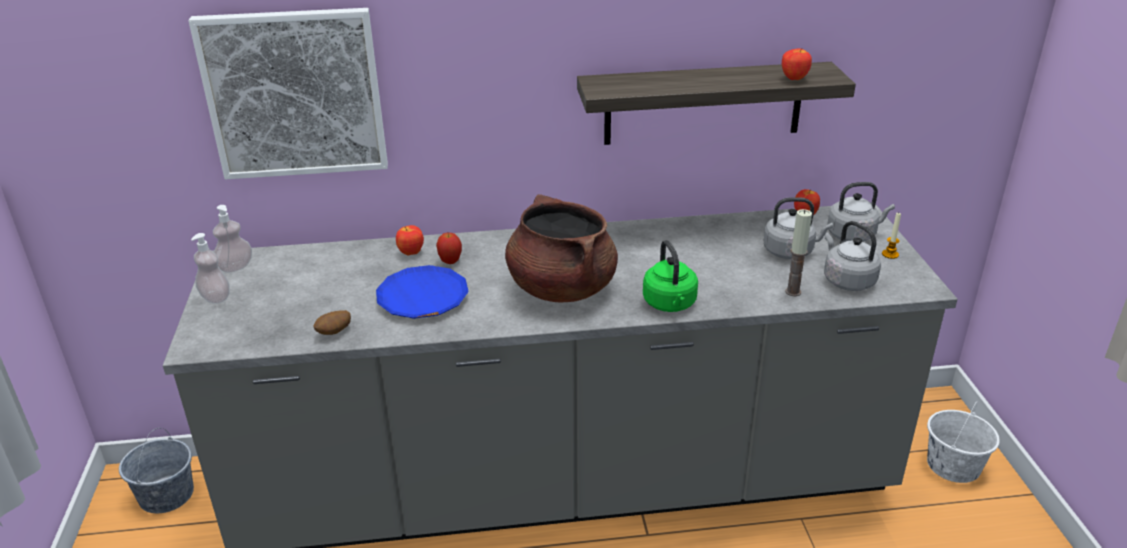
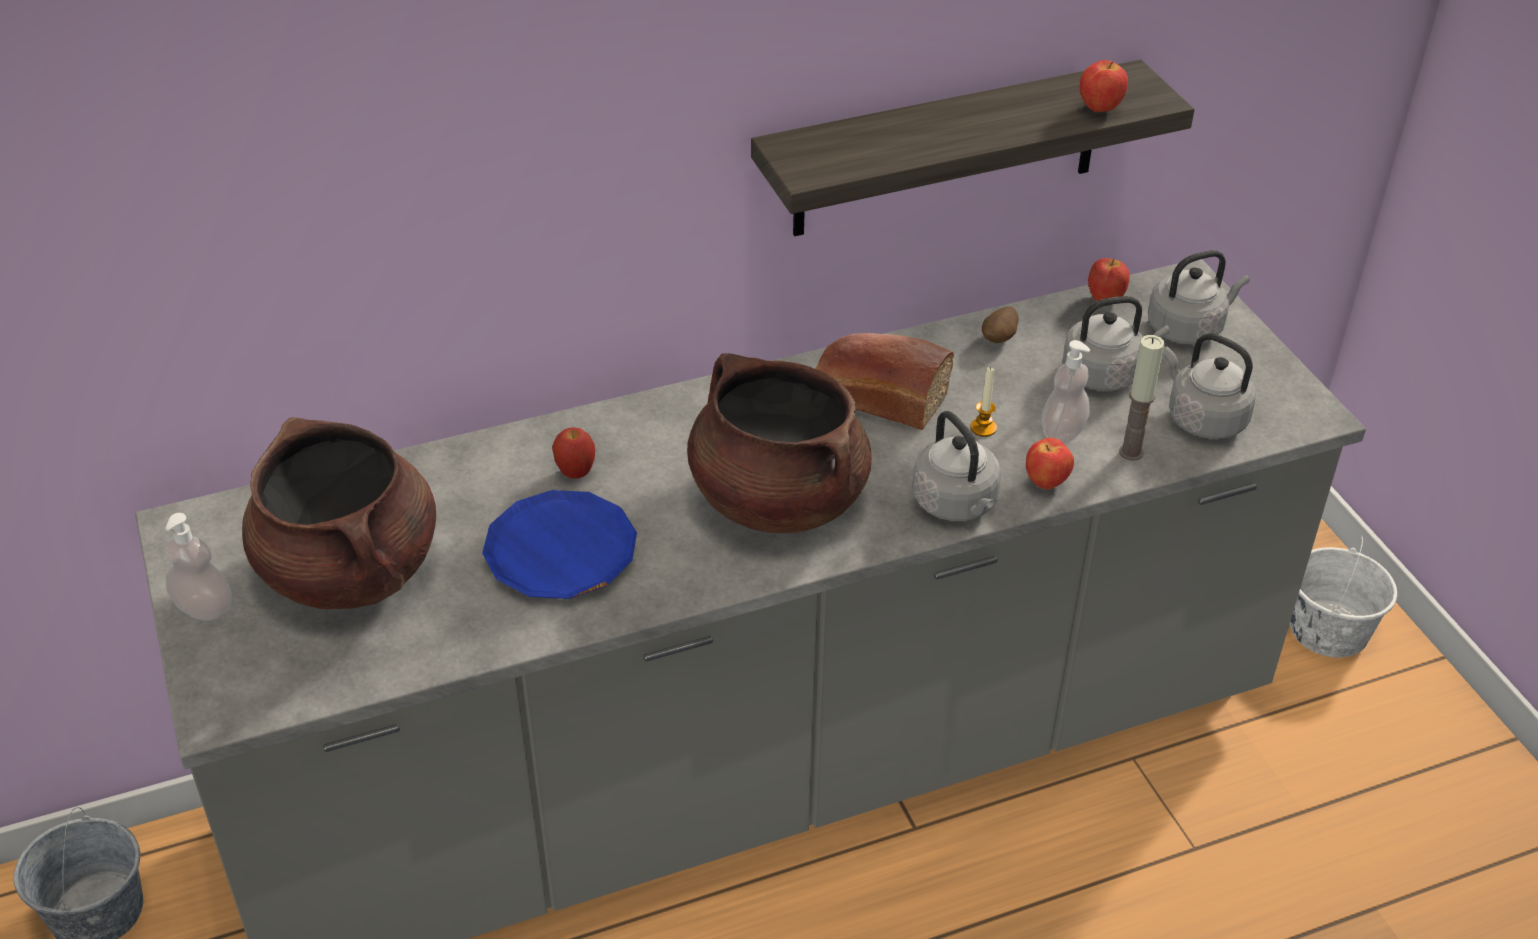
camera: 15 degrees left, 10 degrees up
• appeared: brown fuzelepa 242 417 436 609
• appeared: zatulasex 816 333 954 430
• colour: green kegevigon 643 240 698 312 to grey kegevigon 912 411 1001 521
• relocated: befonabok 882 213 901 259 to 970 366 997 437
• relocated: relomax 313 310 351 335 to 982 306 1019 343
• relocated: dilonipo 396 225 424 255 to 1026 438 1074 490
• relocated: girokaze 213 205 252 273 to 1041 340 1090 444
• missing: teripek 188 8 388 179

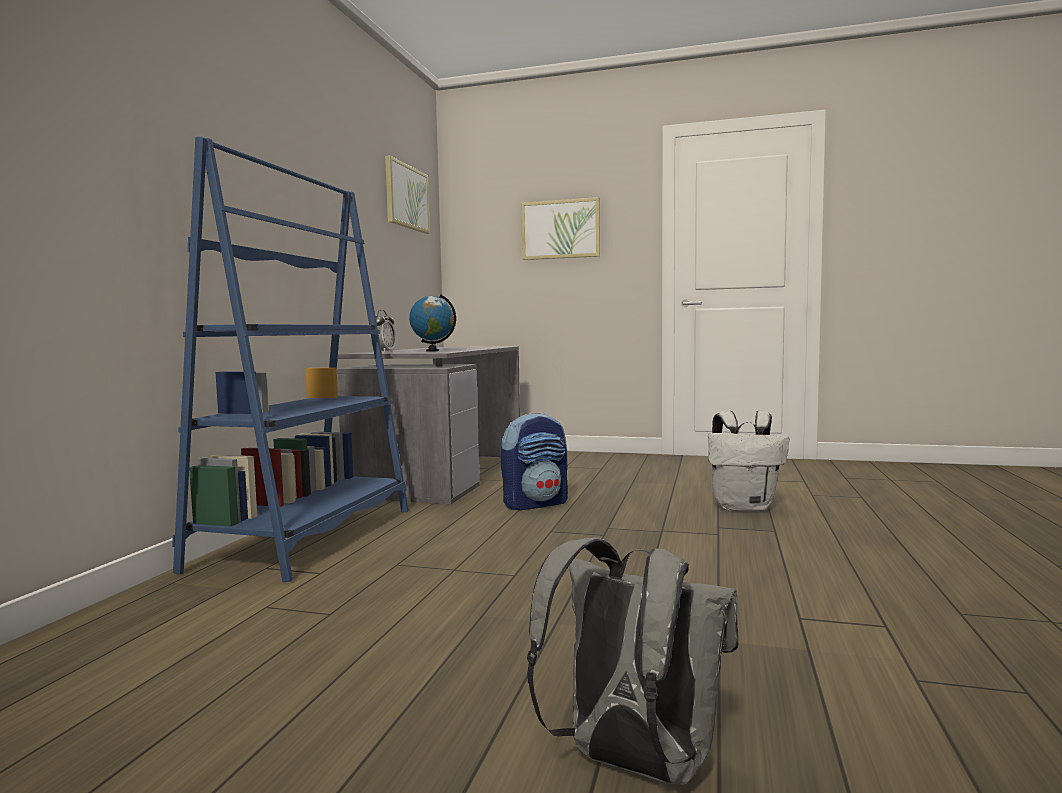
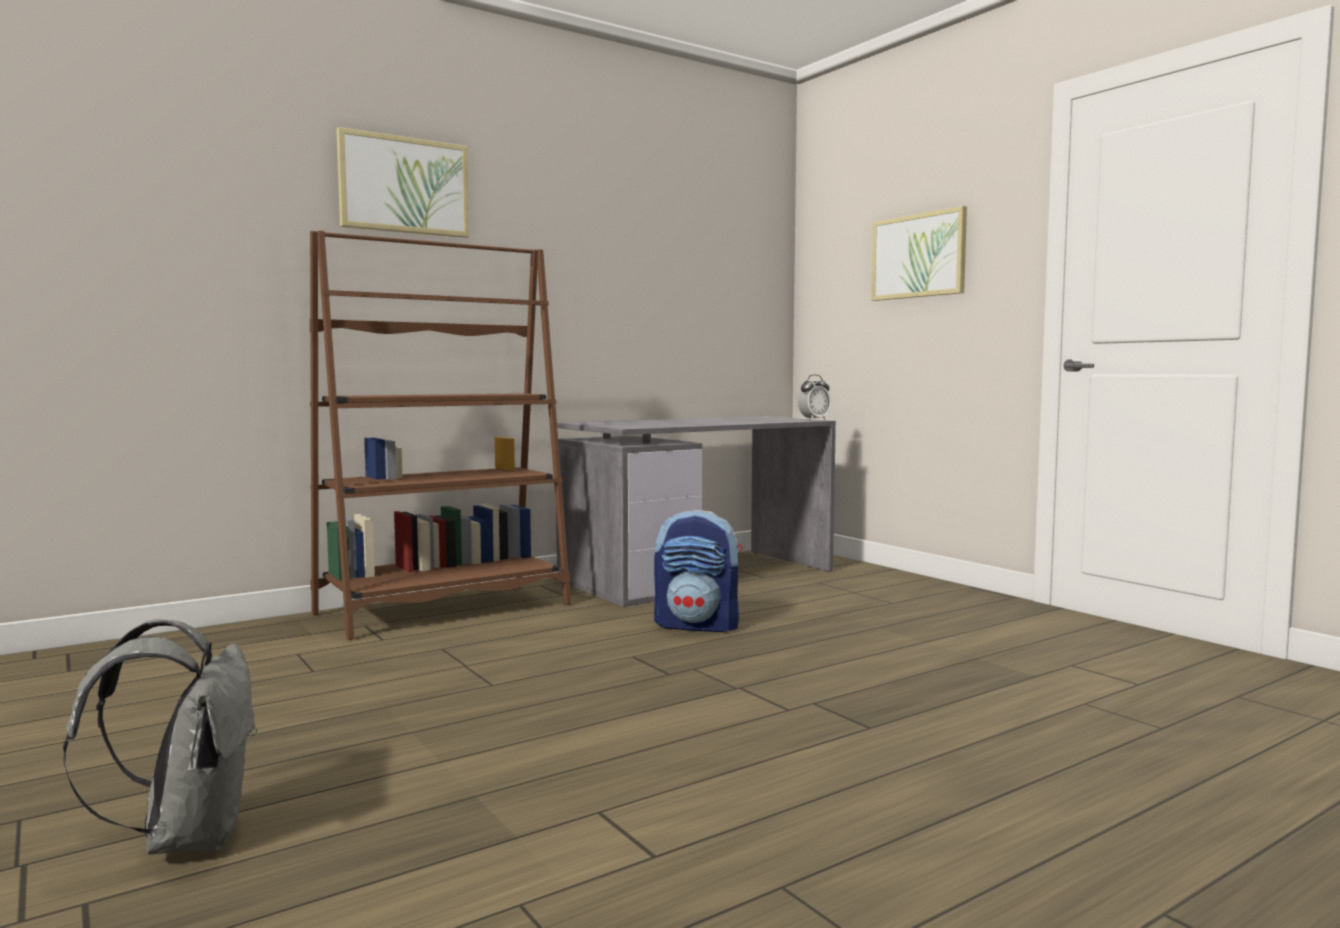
camera: 40 degrees right, 0 degrees up
• colour: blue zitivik 172 136 409 582 to brown zitivik 310 230 571 640
• relocated: teripek 385 155 430 234 to 336 127 469 238
• relocated: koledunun 369 310 396 353 to 798 374 831 421
• missing: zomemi 409 294 456 351
• missing: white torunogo 708 410 789 512

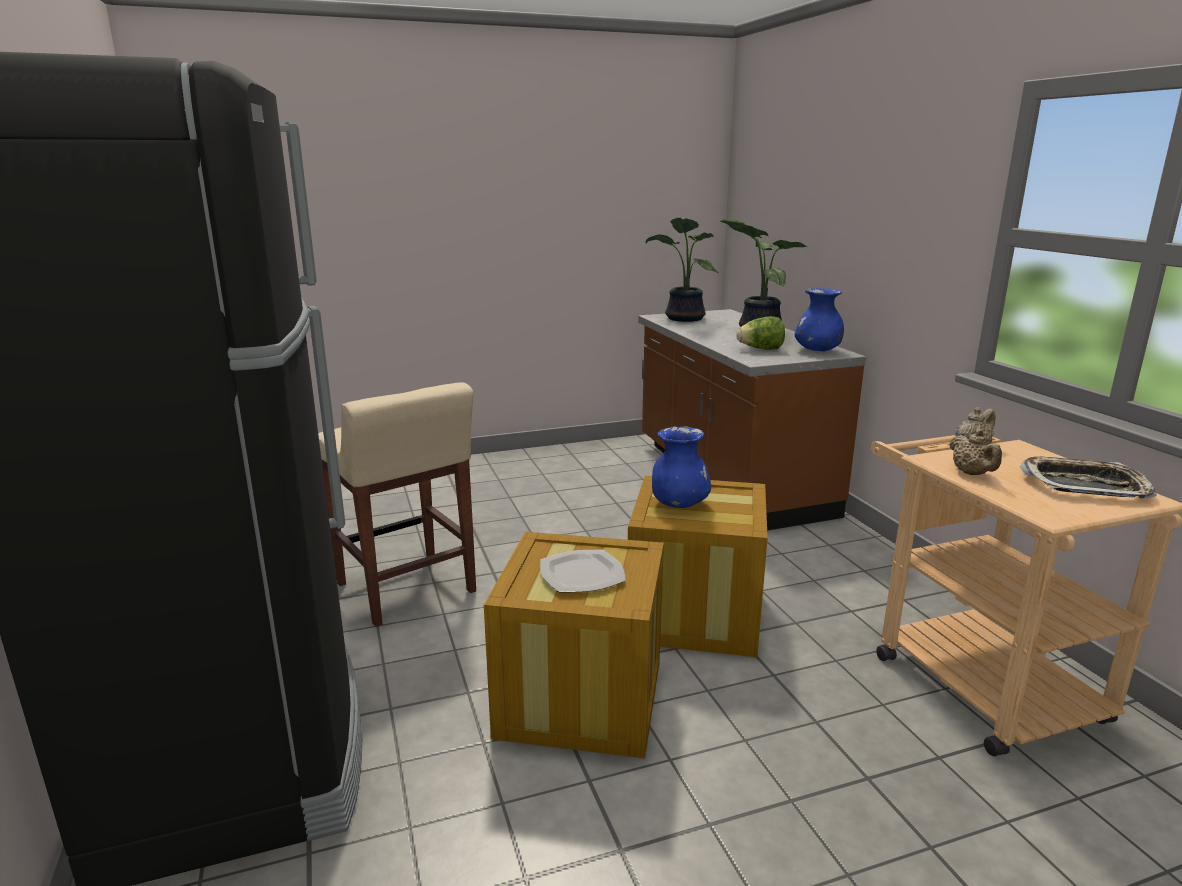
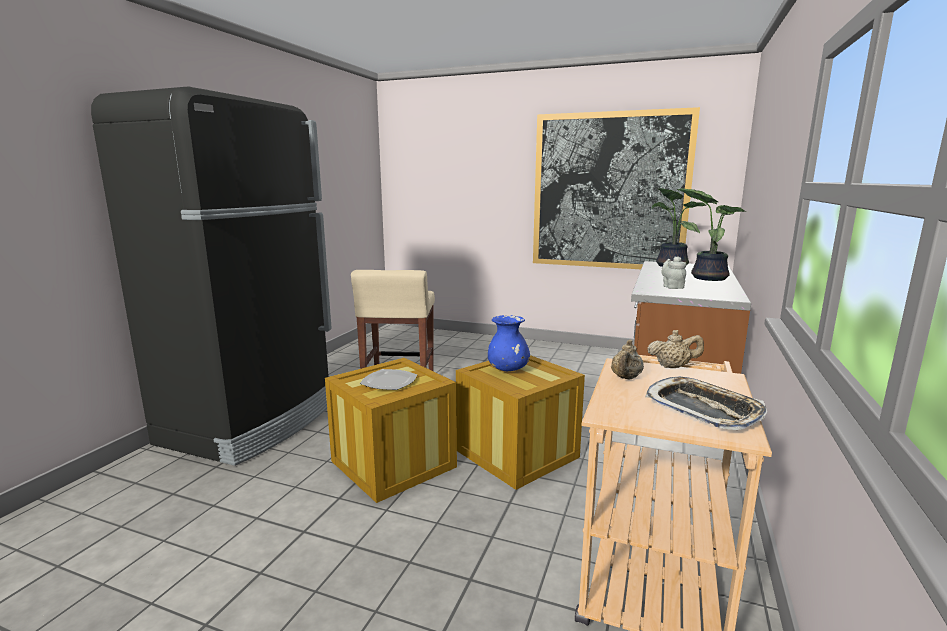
camera: 40 degrees right, 5 degrees down
• appeared: teripek 533 107 700 269
• exchanged: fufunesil 736 316 785 350 to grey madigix 661 256 686 289
• missing: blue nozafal 794 288 844 351

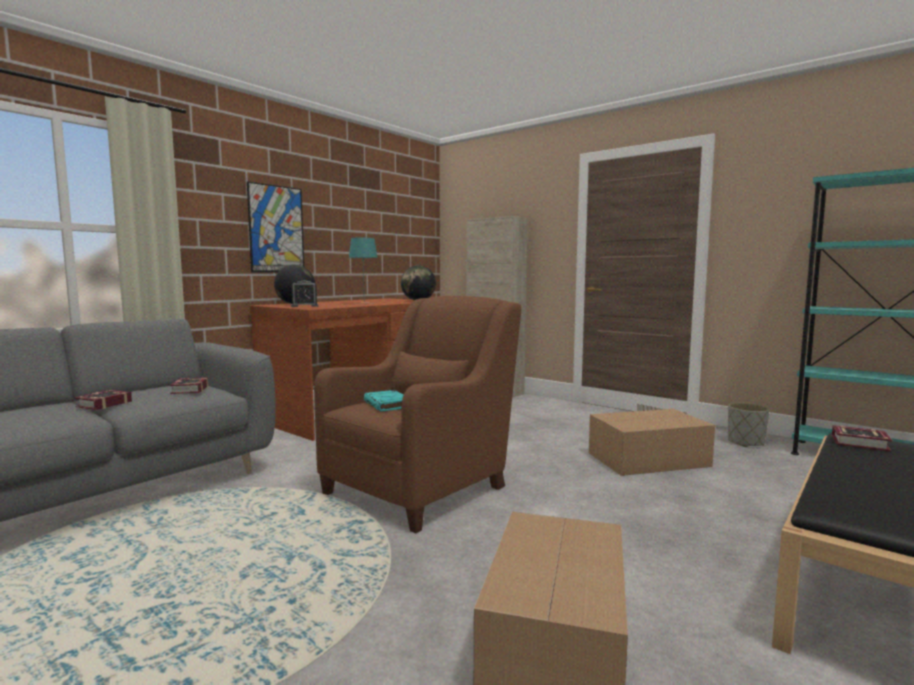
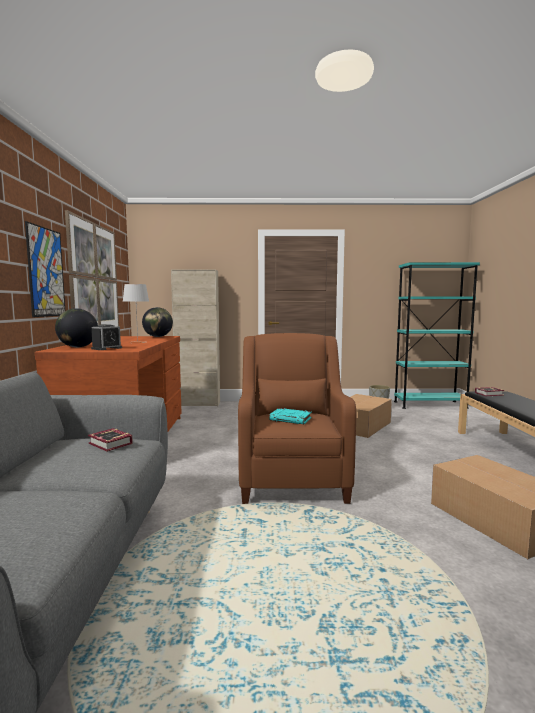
camera: 40 degrees left, 0 degrees up
• appeared: teripek 65 210 119 327
• colour: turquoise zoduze 349 238 378 304 to grey zoduze 123 284 149 343
• missing: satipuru 75 390 132 410

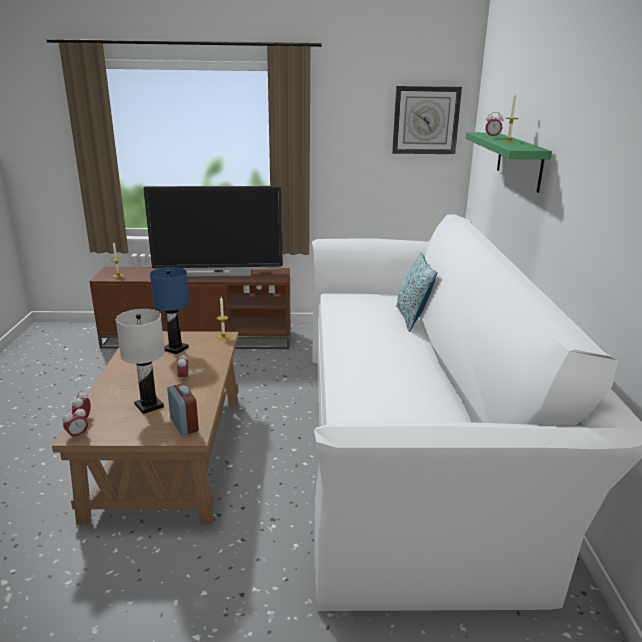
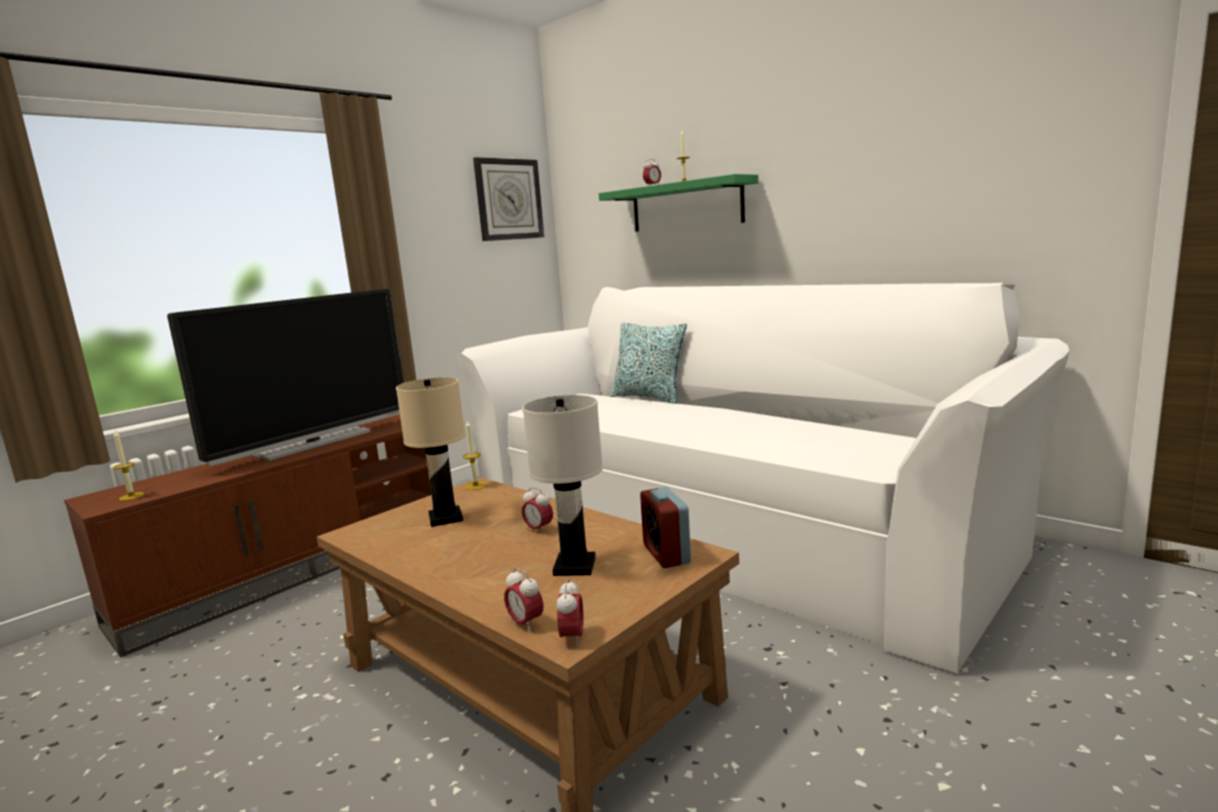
camera: 45 degrees left, 10 degrees down
• colour: blue zoduze 150 267 189 354 to beige zoduze 396 377 465 527
• spun: koledunun 167 383 199 436 = 640 487 691 568 120 degrees counterclockwise

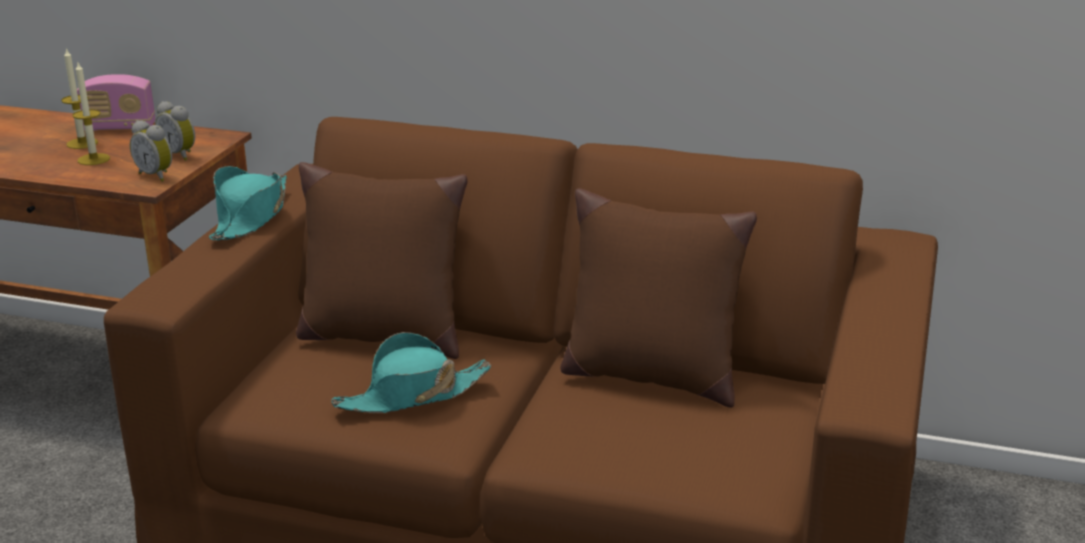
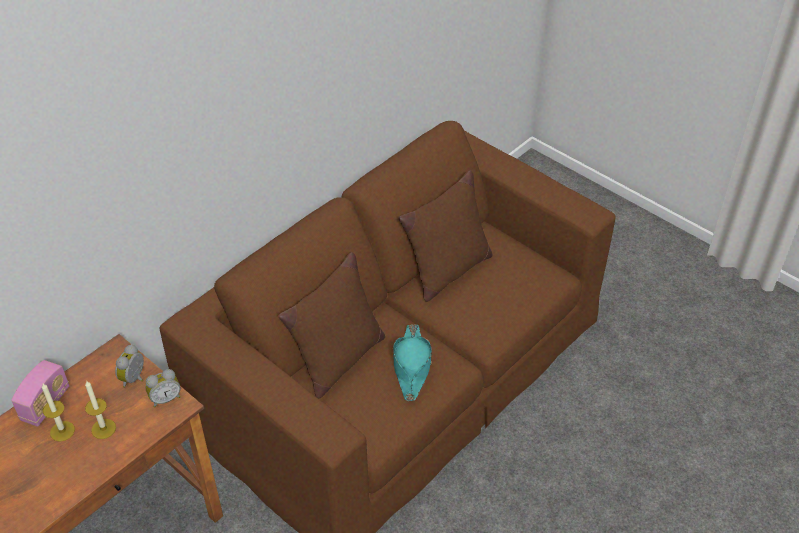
camera: 65 degrees left, 20 degrees up
• spun: koledunun 155 101 195 161 = 115 345 144 388 135 degrees clockwise
• missing: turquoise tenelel 209 166 287 241

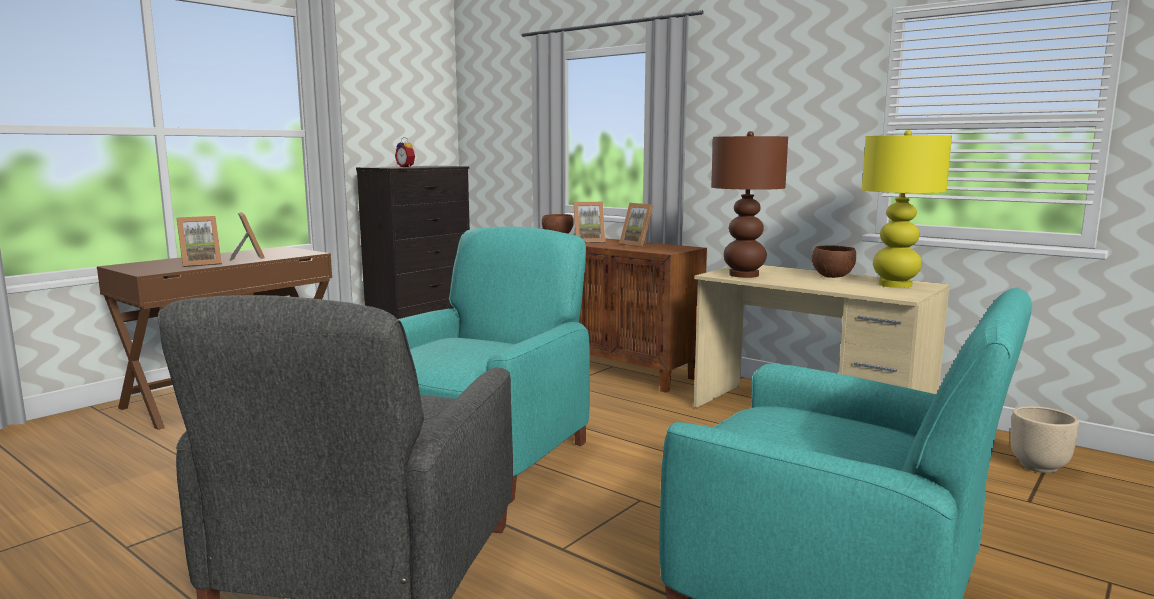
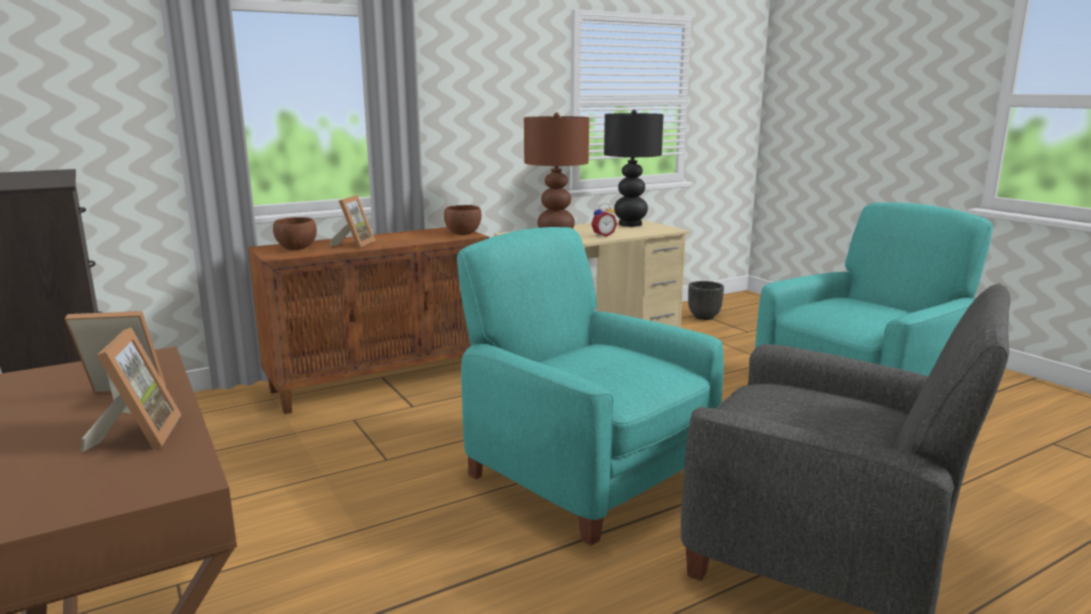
camera: 70 degrees left, 5 degrees up
• relocated: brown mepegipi 812 245 856 278 to 444 205 482 235
• relocated: koledunun 395 137 415 167 to 591 203 617 237
• colour: yellow zoduze 862 130 952 288 to black zoduze 604 110 664 227
• colour: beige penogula 1010 406 1079 473 to black penogula 688 281 724 320
• missing: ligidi 619 203 653 247

